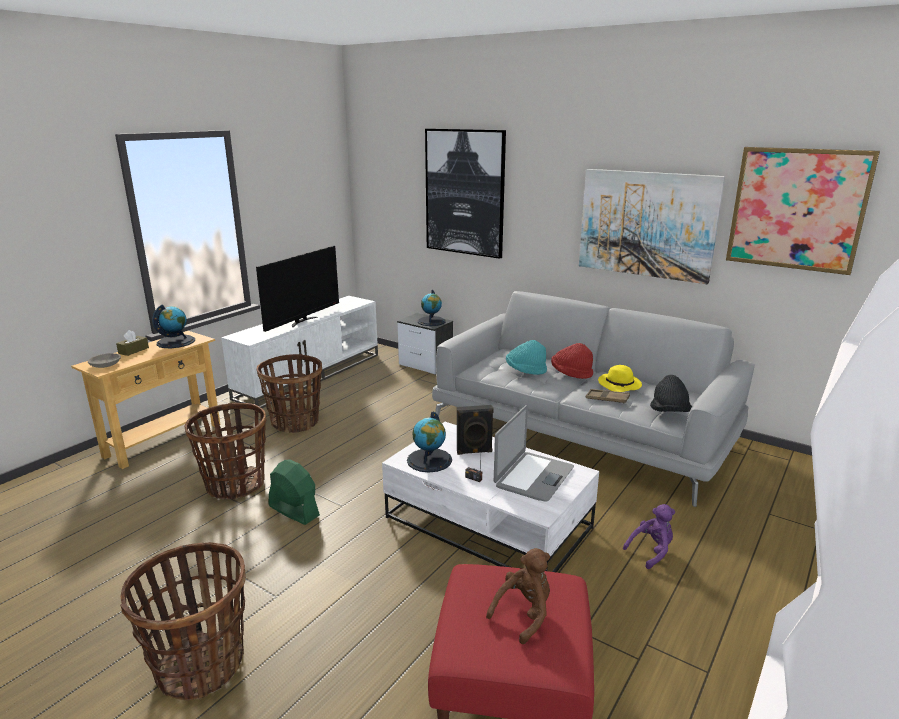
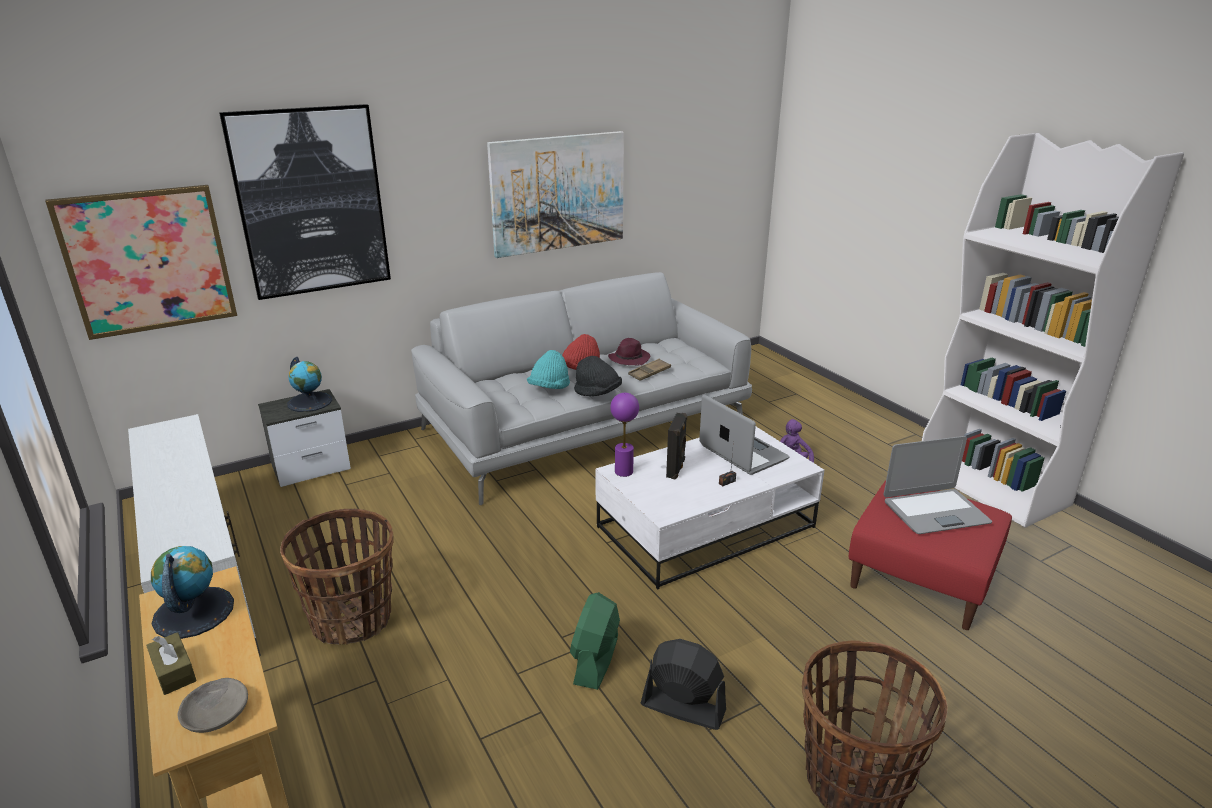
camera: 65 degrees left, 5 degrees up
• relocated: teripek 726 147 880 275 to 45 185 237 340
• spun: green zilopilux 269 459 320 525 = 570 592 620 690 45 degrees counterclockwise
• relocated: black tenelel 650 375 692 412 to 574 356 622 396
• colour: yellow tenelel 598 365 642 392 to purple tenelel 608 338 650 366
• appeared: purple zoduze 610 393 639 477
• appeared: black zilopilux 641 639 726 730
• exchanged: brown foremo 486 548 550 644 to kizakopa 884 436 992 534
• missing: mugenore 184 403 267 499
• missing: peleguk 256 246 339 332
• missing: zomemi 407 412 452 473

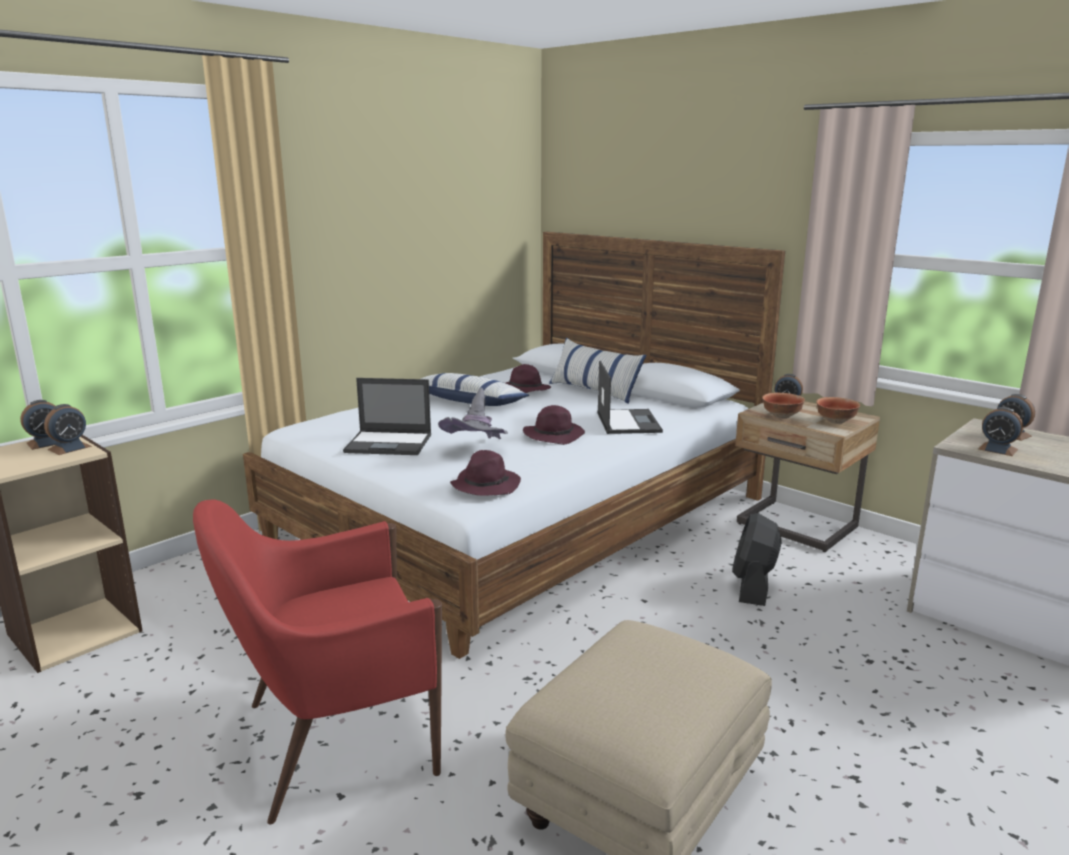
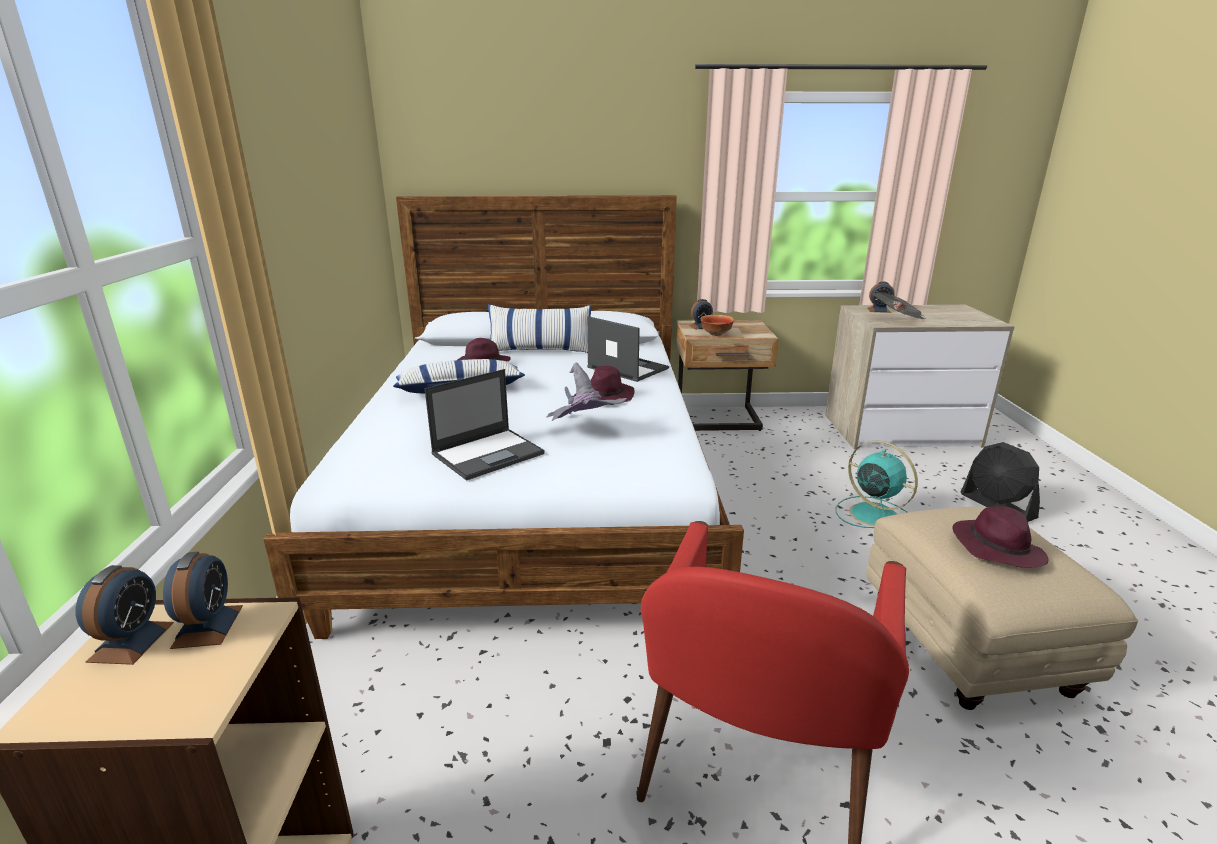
camera: 45 degrees left, 5 degrees up
• appeared: turquoise zilopilux 836 441 918 528
• exchanged: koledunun 978 407 1024 456 to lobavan 872 292 925 319
• relocated: purple tenelel 450 450 521 496 to 952 506 1048 568
• relocated: black zilopilux 732 513 782 606 to 961 442 1040 522
• missing: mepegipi 816 397 860 424

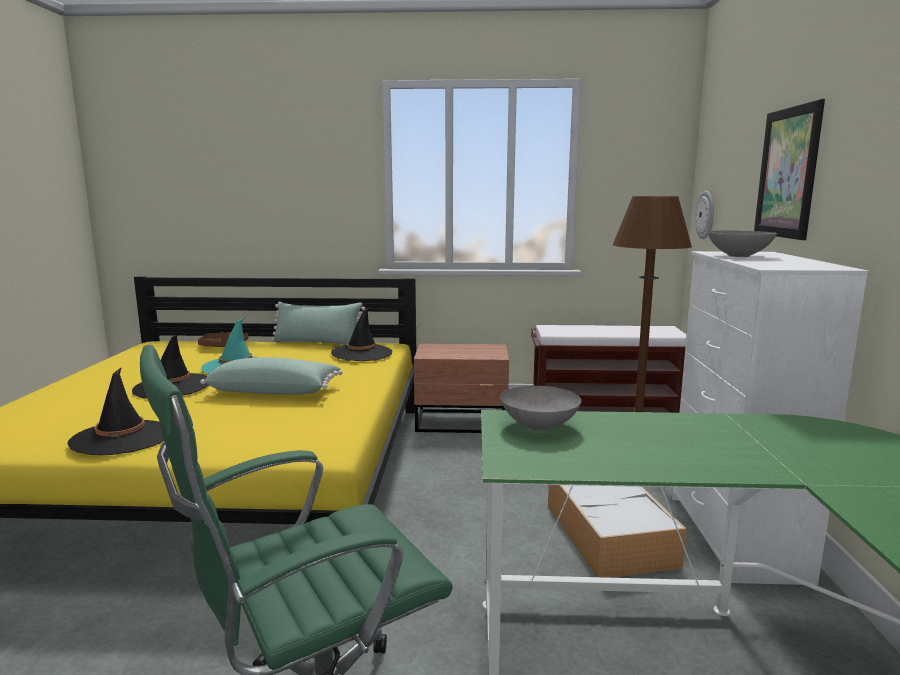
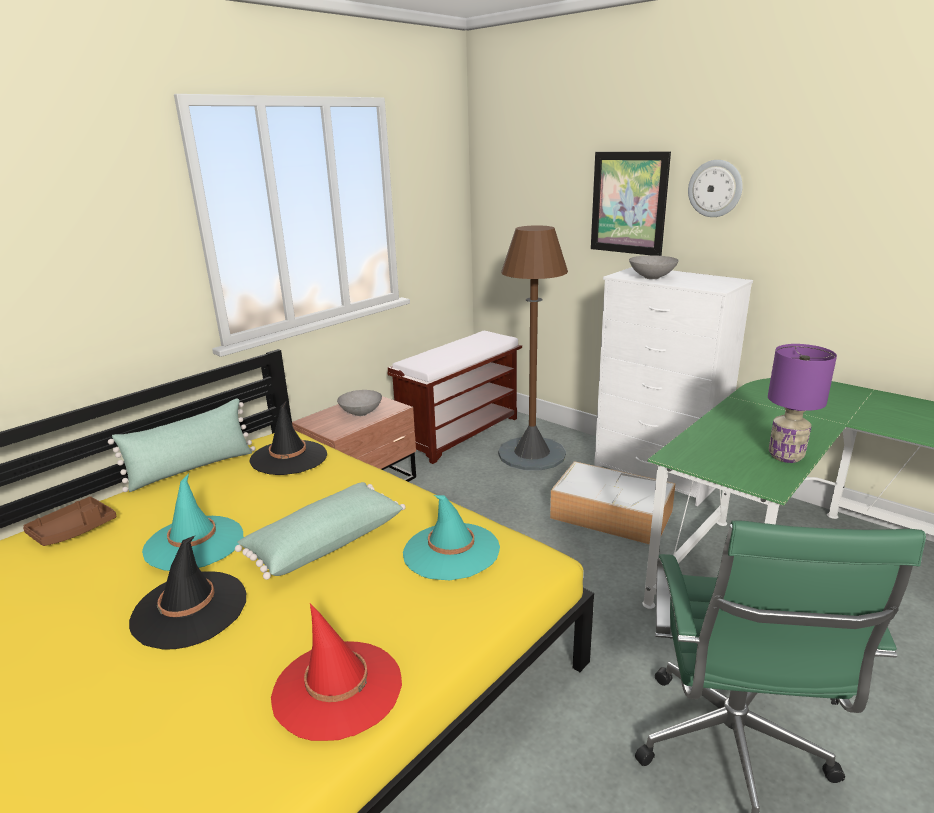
camera: 50 degrees left, 10 degrees up
• colour: black tenelel 68 367 164 455 to red tenelel 271 604 402 741
• relocated: grey mepegipi 500 386 581 431 to 337 390 382 416
• appeared: turquoise tenelel 403 495 500 580
• relocated: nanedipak 695 191 714 239 to 688 160 743 217
• appeared: purple zoduze 768 344 837 463

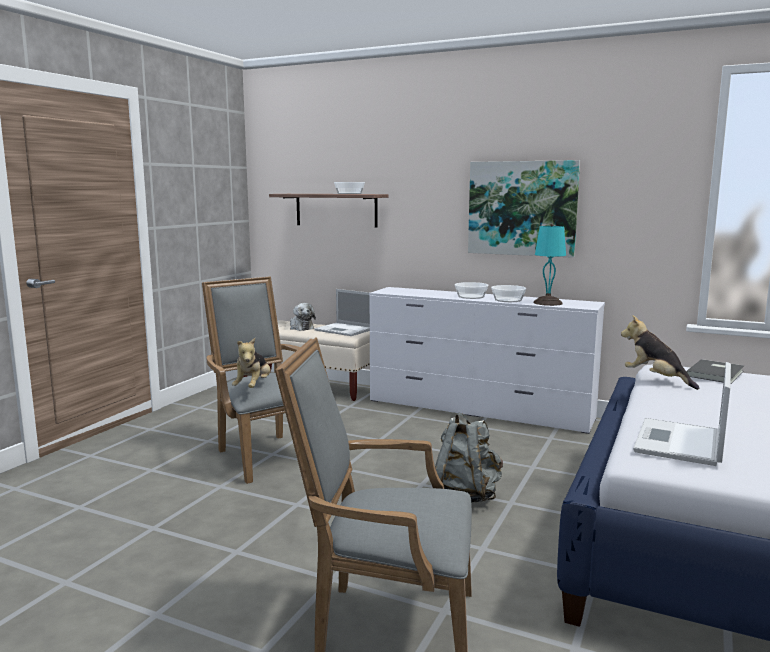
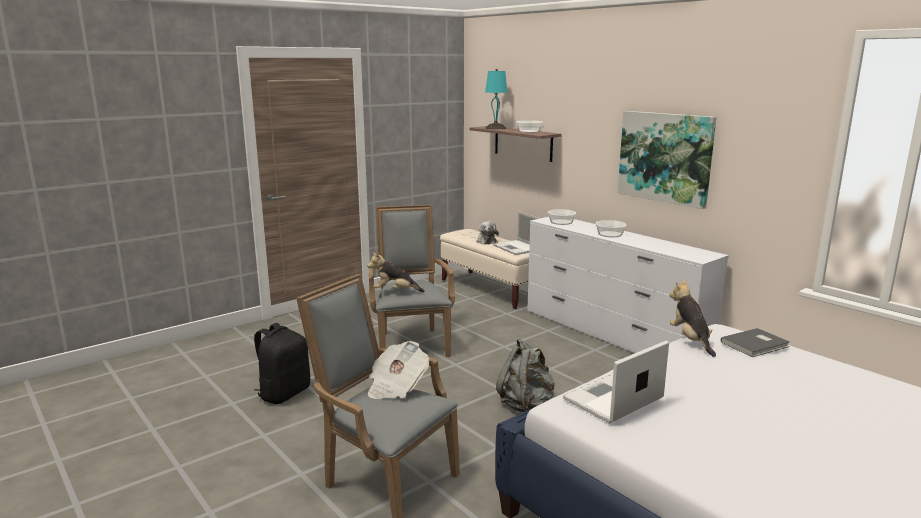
camera: 25 degrees right, 5 degrees up
• appeared: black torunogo 254 323 310 404
• spun: foremo 232 338 271 388 = 367 252 425 292 60 degrees clockwise
• appeared: lobavan 368 341 429 399
• relocated: turquoise zoduze 533 224 566 306 to 485 69 507 129
• relocated: mepegipi 491 285 526 302 to 548 209 576 225

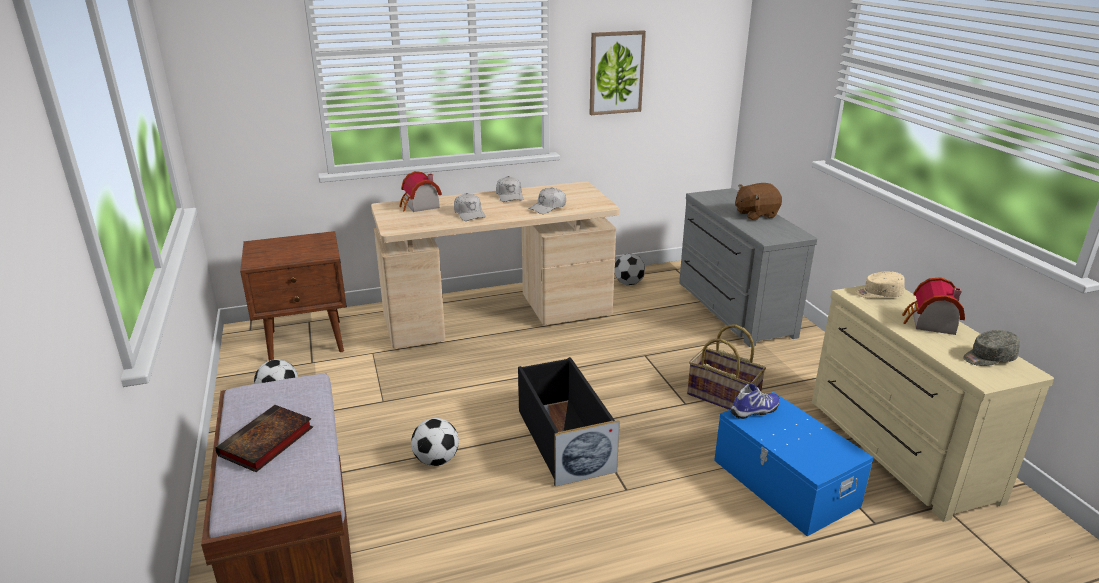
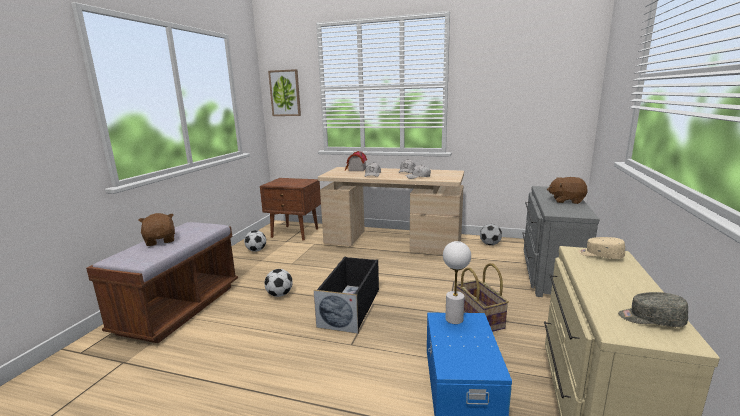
camera: 35 degrees right, 10 degrees down
• exchanged: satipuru 216 405 313 472 to brown foremo 138 213 175 246
• relocated: teripek 590 30 646 115 to 268 69 301 116
• exchanged: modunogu 730 383 780 419 to white zoduze 443 241 471 324
• missing: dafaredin 902 277 965 335

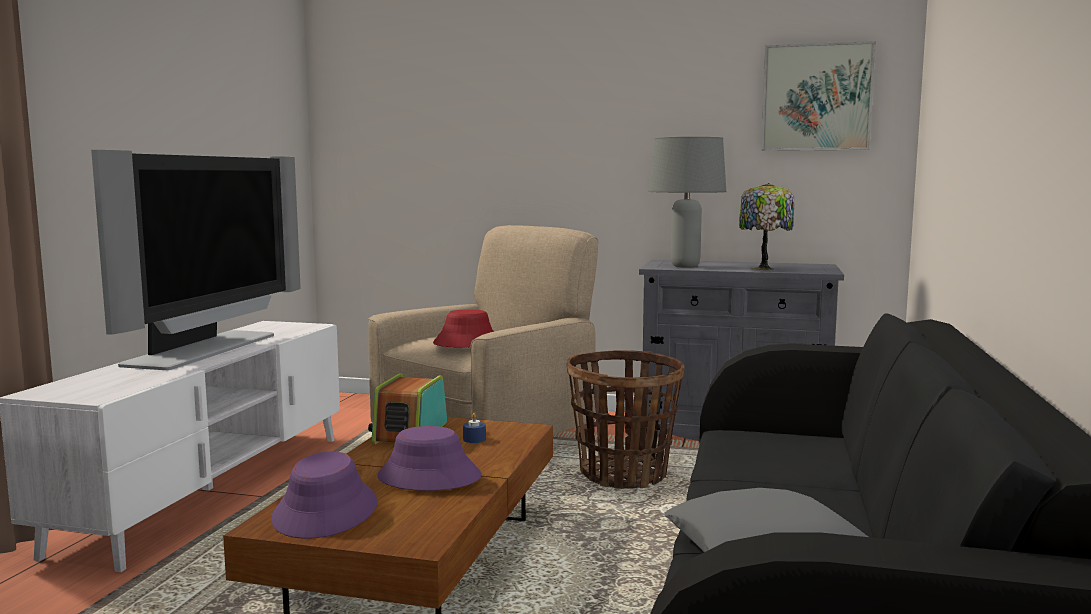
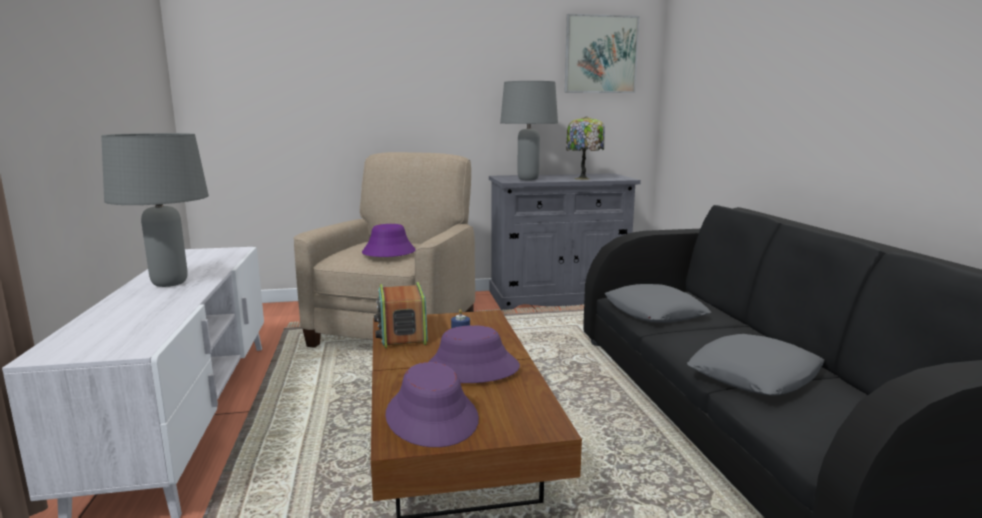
camera: 25 degrees left, 5 degrees up
• exchanged: peleguk 91 150 301 370 to grey zoduze 101 133 209 287
• colour: red tenelel 433 310 494 348 to purple tenelel 362 224 416 257
• appeared: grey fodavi 605 284 711 323
• missing: mugenore 567 350 685 489

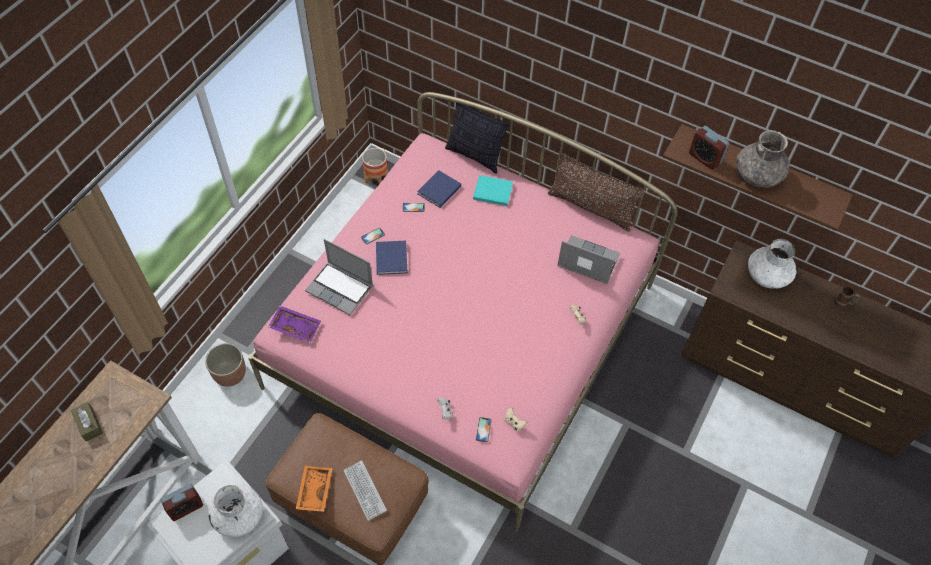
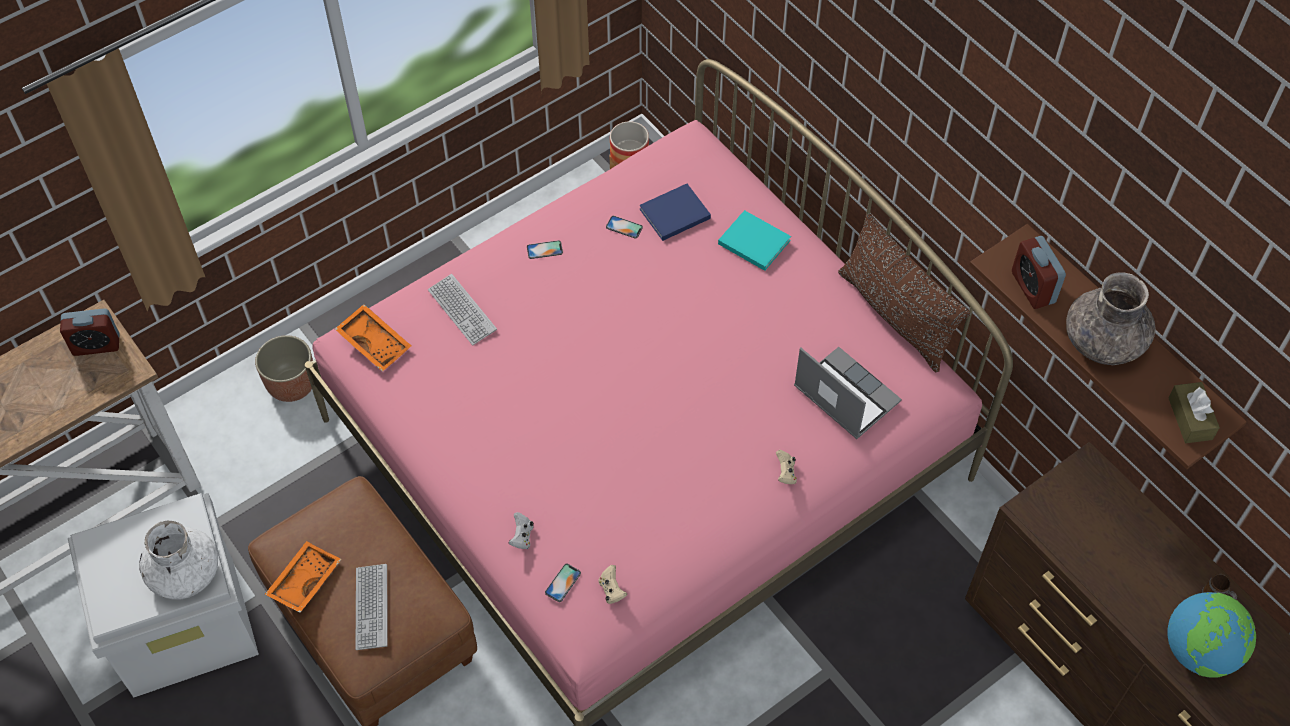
camera: 25 degrees right, 0 degrees up
• relocated: koledunun 160 483 203 521 to 60 308 119 356
• colour: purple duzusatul 269 306 321 343 to orange duzusatul 335 304 411 372
• exchanged: kizakopa 305 239 373 315 to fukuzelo 428 274 497 345
• appeared: zomemi 1167 592 1256 678
• relocated: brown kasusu 71 402 103 442 to 1168 382 1220 443
• missing: blue satipuru 376 241 408 275
• missing: fodavi 445 97 509 174
• missing: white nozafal 748 238 797 289

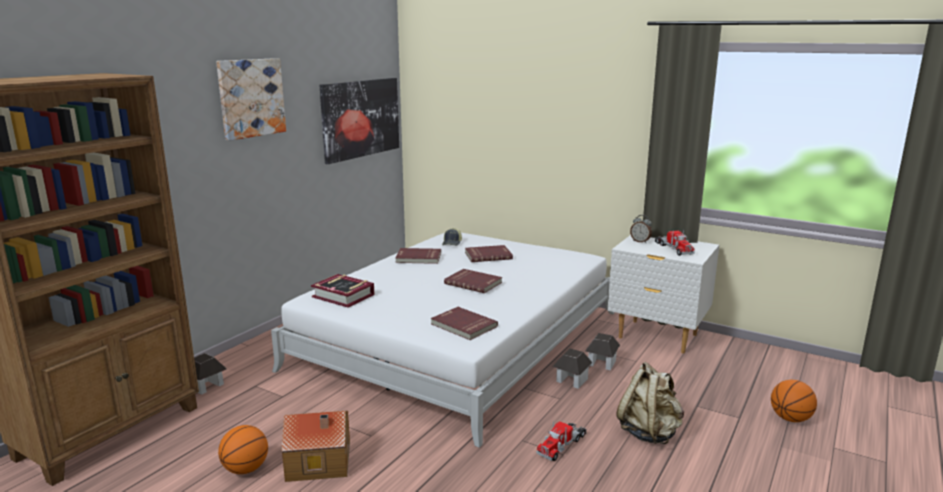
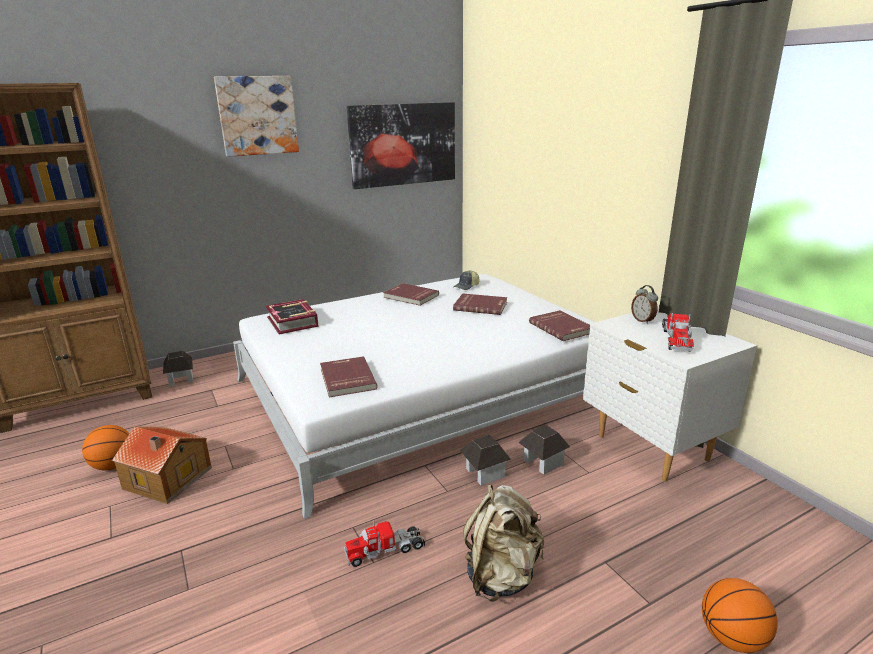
camera: 30 degrees right, 5 degrees up
• relocated: red satipuru 444 269 502 293 to 529 310 590 341

